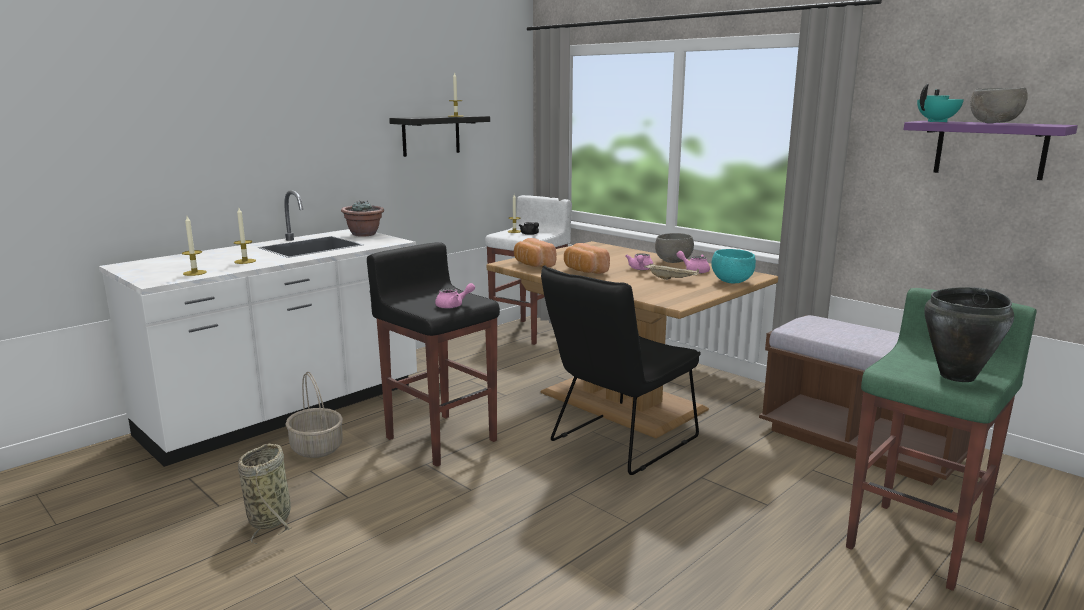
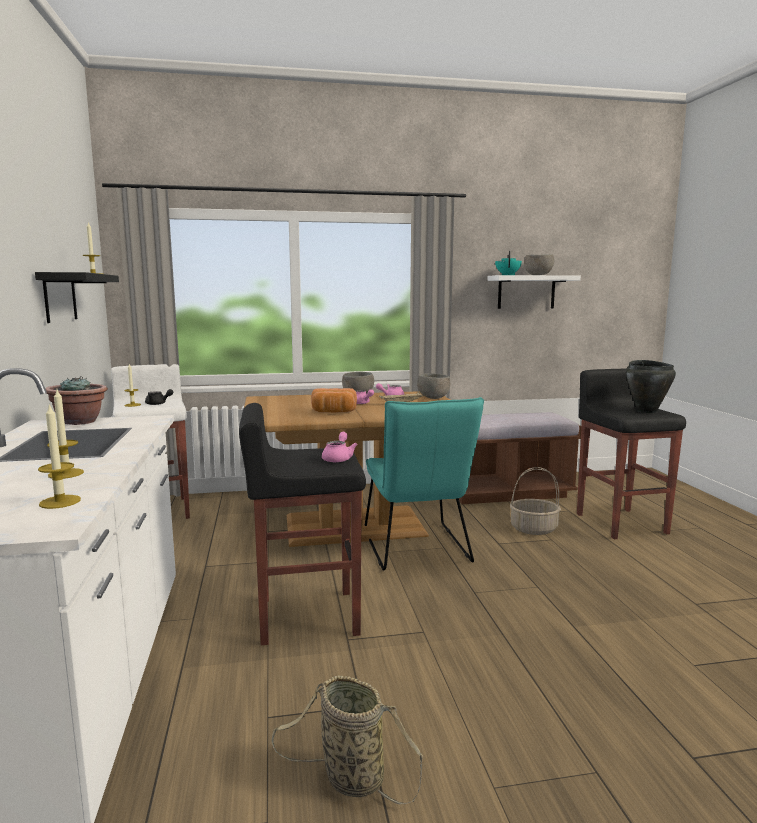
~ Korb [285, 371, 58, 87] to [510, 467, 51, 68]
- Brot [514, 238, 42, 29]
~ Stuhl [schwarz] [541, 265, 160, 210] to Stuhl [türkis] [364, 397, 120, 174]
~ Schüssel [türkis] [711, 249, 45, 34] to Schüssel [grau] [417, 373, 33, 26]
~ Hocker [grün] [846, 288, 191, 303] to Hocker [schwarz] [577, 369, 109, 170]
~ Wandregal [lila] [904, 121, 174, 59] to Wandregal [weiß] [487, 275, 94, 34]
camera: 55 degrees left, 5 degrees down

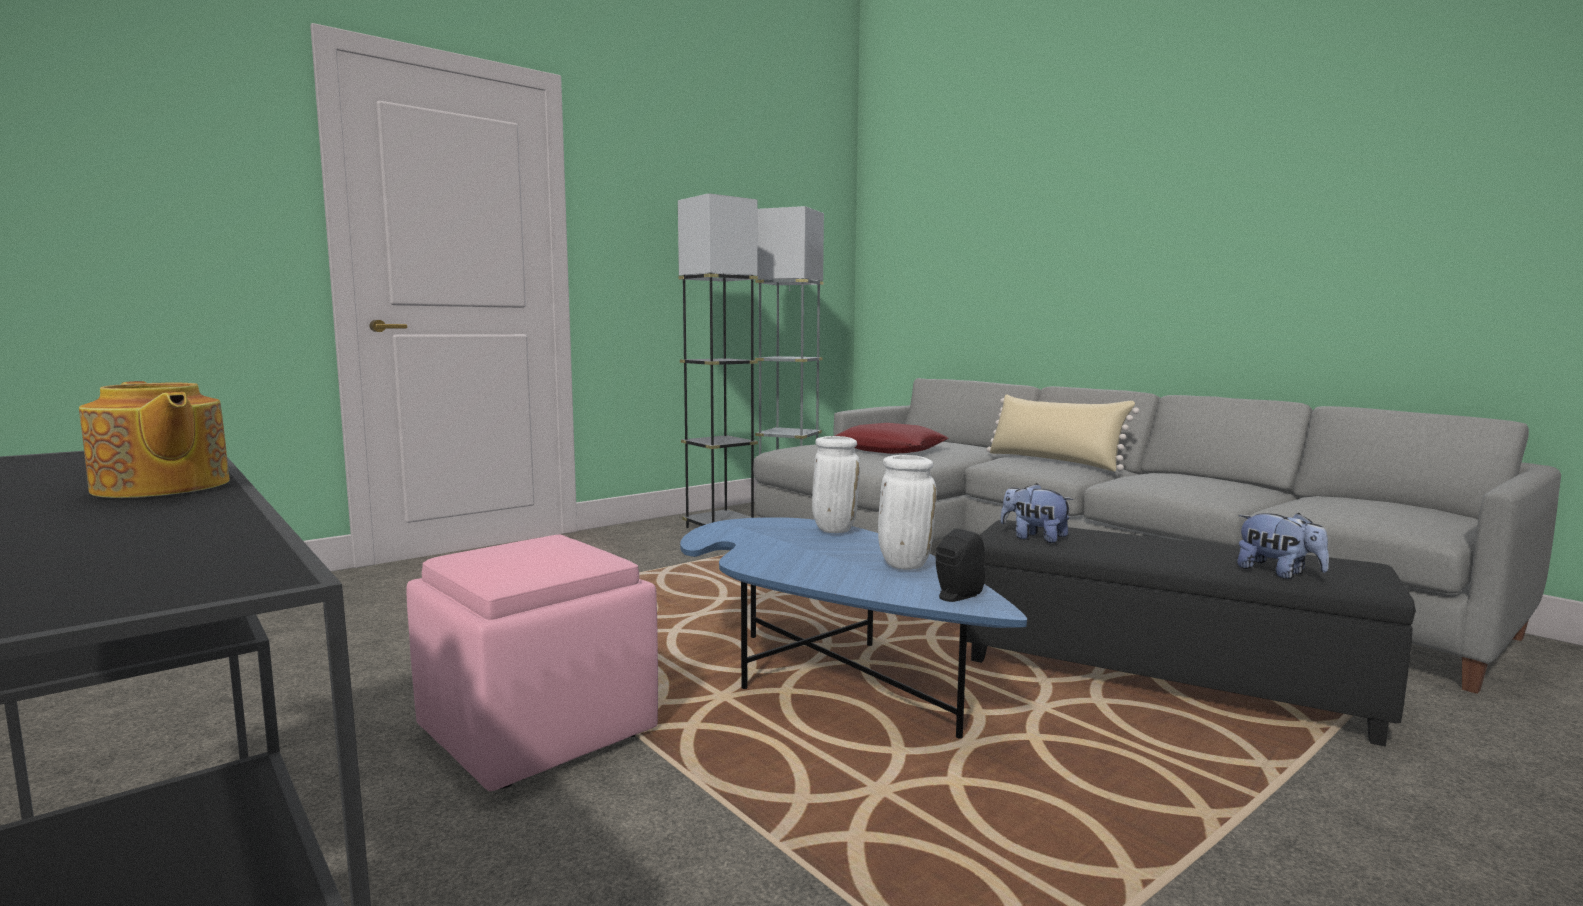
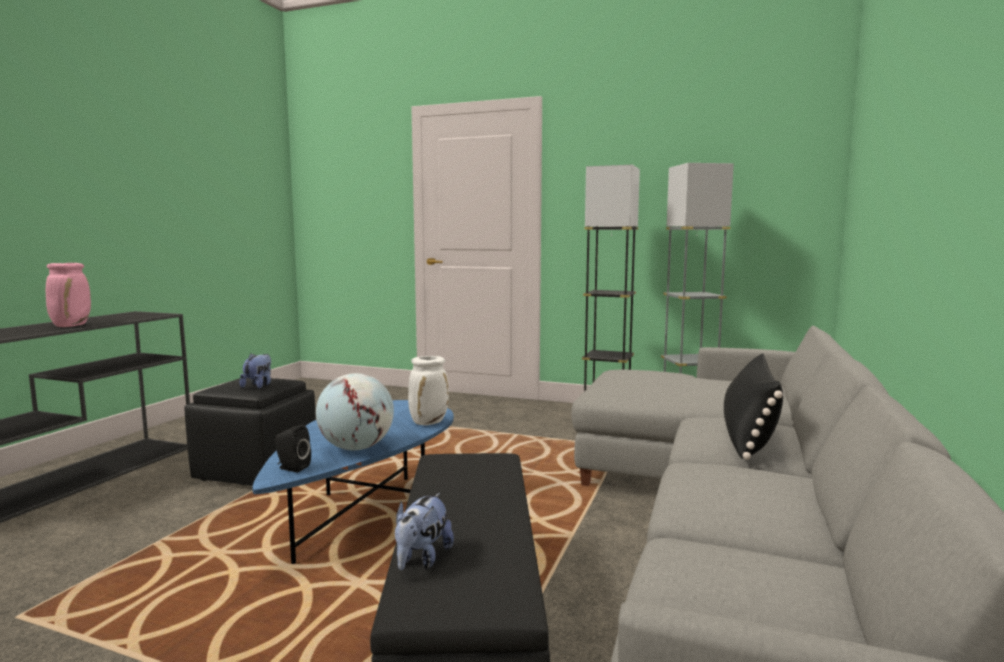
~ Teekanne [79, 381, 151, 117] to Vase [rosa] [46, 263, 45, 64]
~ Polsterhocker [rosa] [407, 535, 251, 256] to Polsterhocker [schwarz] [184, 378, 132, 108]
- Kissen [rot] [835, 423, 113, 31]
~ Vase [weiß] [878, 455, 59, 115] to Globus [316, 373, 78, 77]
~ Kissen [beige] [987, 394, 152, 77] to Kissen [schwarz] [724, 353, 59, 107]
~ Plüschtier [1001, 483, 72, 60] to [240, 354, 31, 34]
camera: 60 degrees right, 0 degrees up

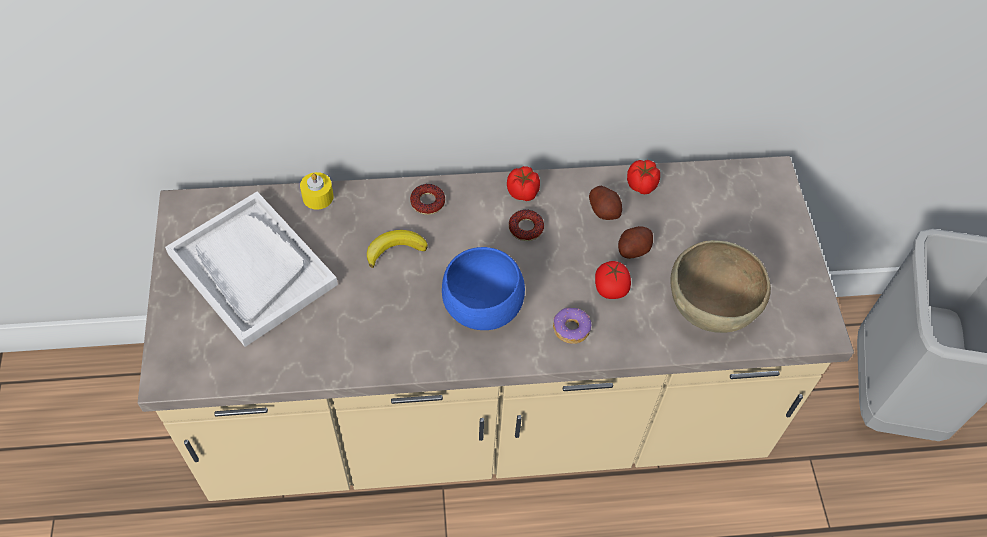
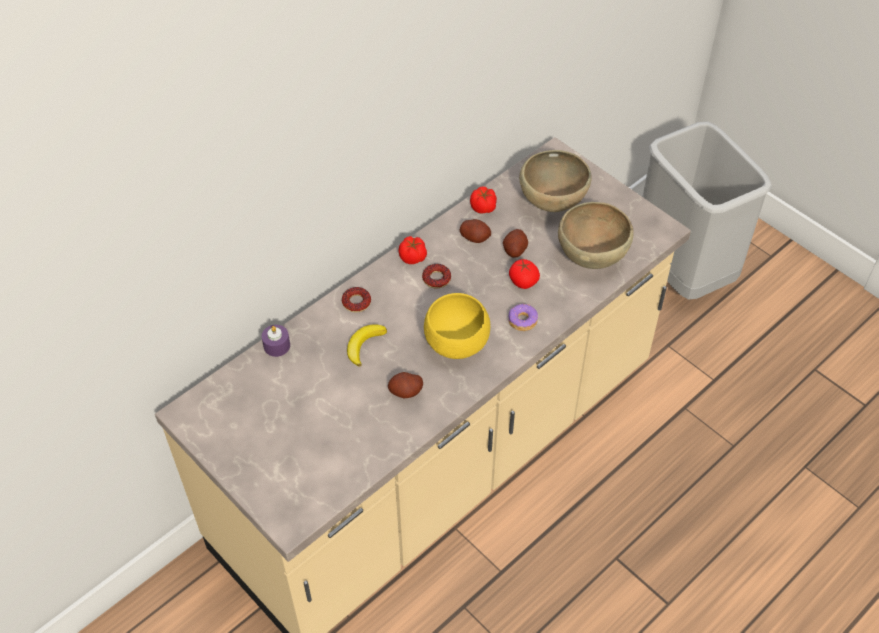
- Tablett [weiß] [165, 192, 173, 155]
~ Kerze [gelb] [300, 172, 34, 38] to Kerze [lila] [262, 325, 28, 32]
~ Schüssel [blau] [442, 247, 83, 83] to Schüssel [gelb] [424, 293, 66, 66]
+ Kartoffel [388, 372, 35, 26]
+ Schüssel [braun] [519, 150, 73, 62]
camera: 35 degrees left, 5 degrees down

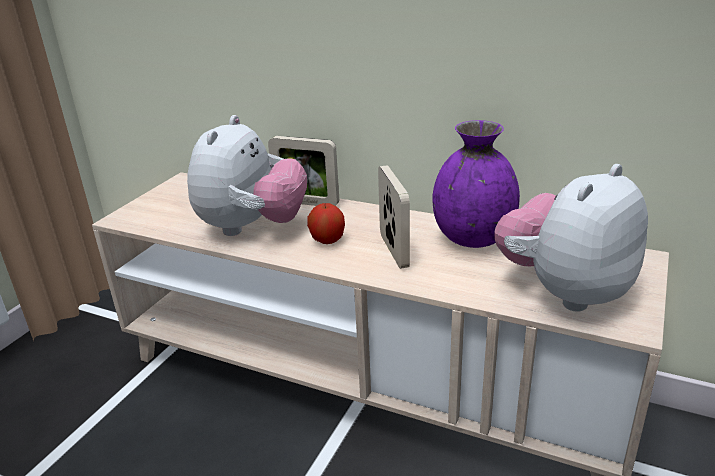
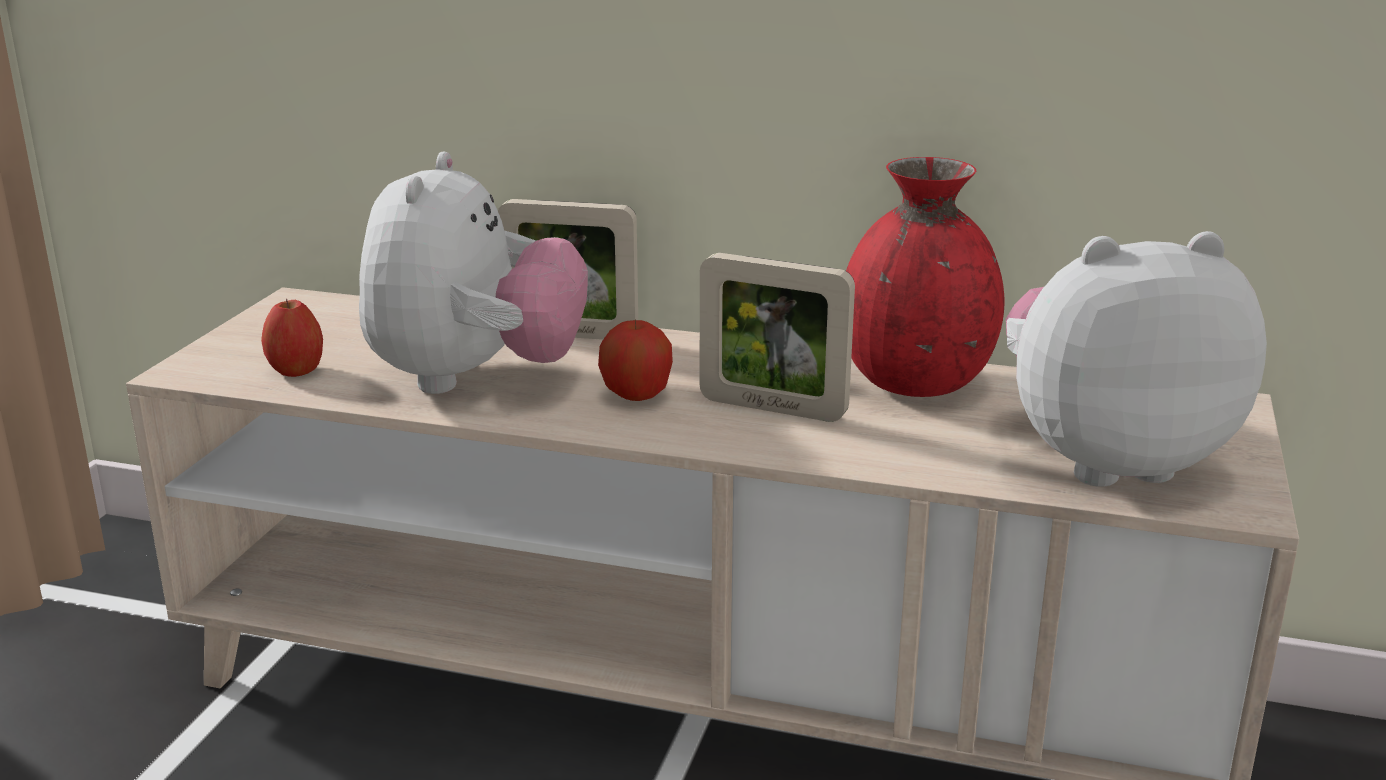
~ Bilderrahmen [378, 165, 32, 104] = [700, 253, 155, 169] 135 degrees clockwise
~ Vase [lila] [432, 120, 88, 128] to Vase [rot] [846, 157, 159, 240]
~ Plüschtier [494, 164, 154, 148] = [1006, 231, 261, 256] 45 degrees clockwise
+ Apfel [261, 299, 62, 78]
camera: 10 degrees left, 5 degrees down

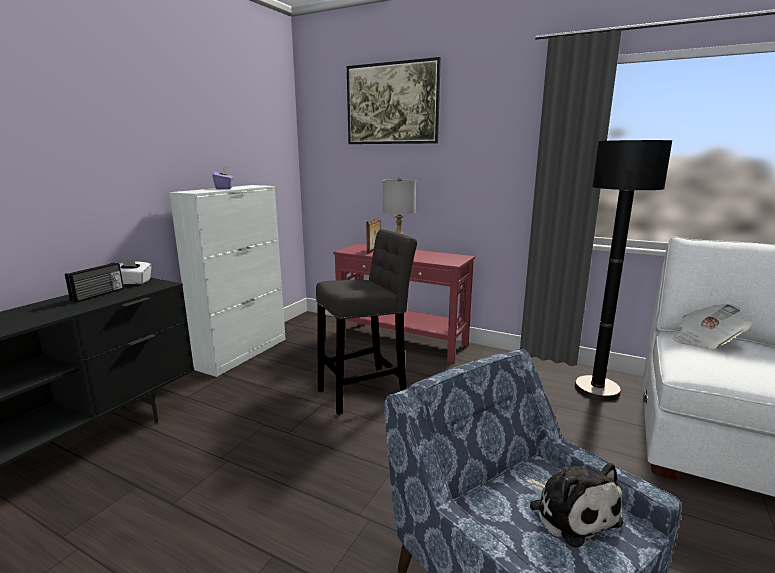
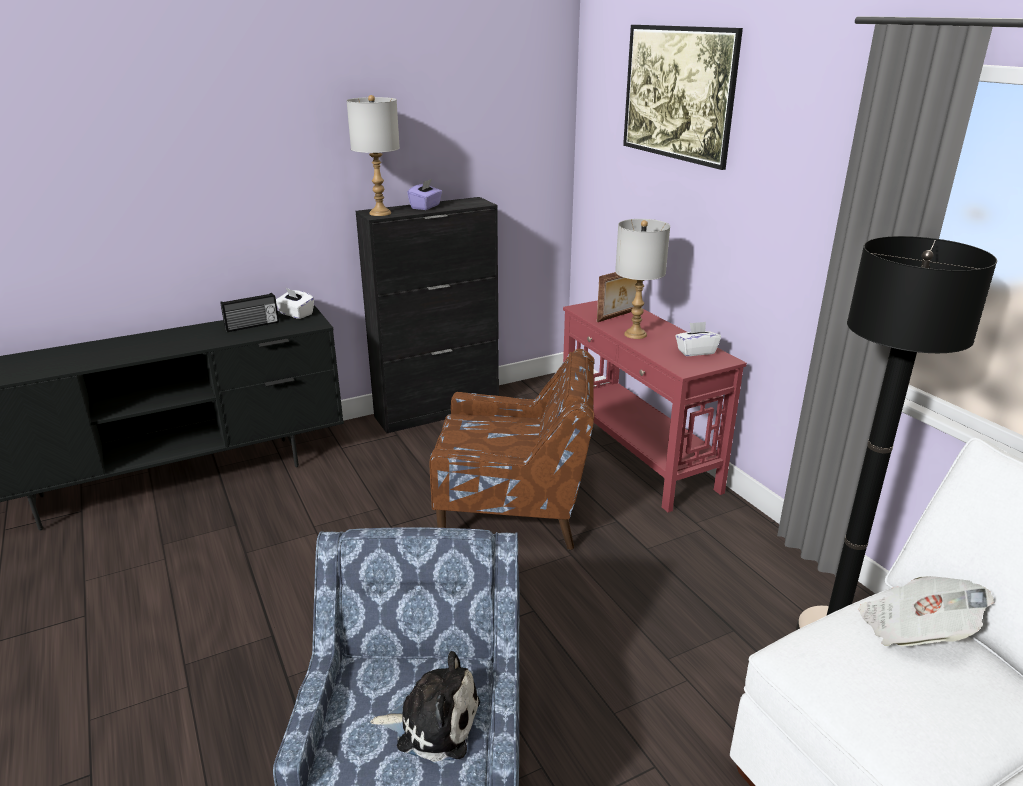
~ Schrank [weiß] [169, 185, 117, 192] to Schrank [schwarz] [356, 197, 143, 236]
~ Hocker [grau] [316, 229, 101, 186] to Sessel [braun] [430, 349, 164, 201]
~ Plüschtier [525, 463, 98, 85] = [370, 651, 110, 111] 90 degrees counterclockwise
+ Tischlampe [grau] [346, 95, 54, 121]
+ Taschentuchbox [weiß] [675, 322, 46, 34]
camera: 35 degrees right, 10 degrees up

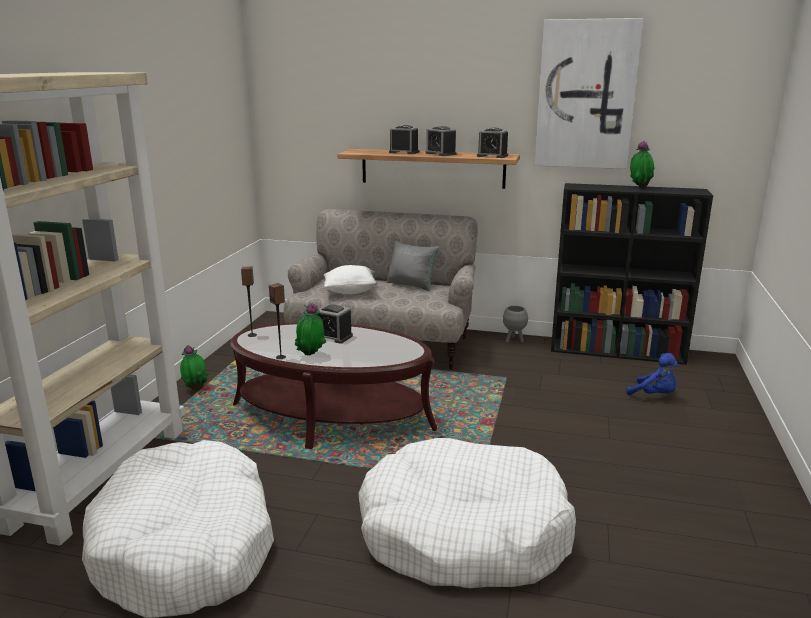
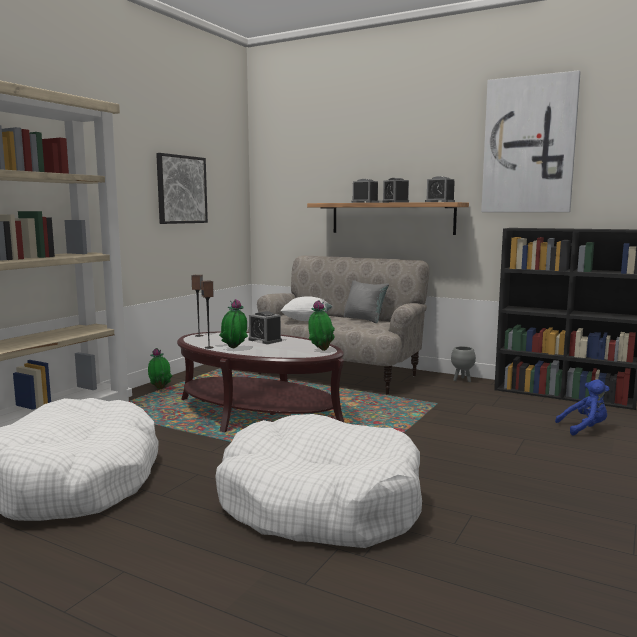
~ Plüschtier [blau] [626, 353, 52, 42] = [555, 379, 55, 56] 60 degrees counterclockwise
~ Topfpflanze [630, 141, 25, 47] to [308, 300, 27, 51]
+ Bild [156, 153, 52, 71]
camera: 15 degrees right, 10 degrees down

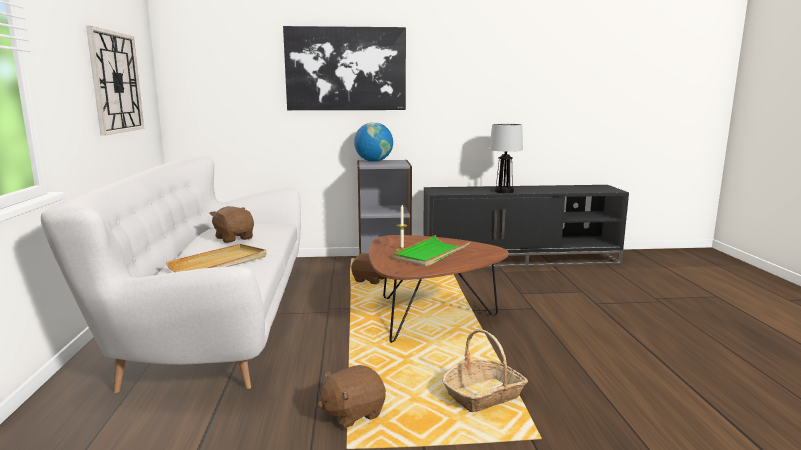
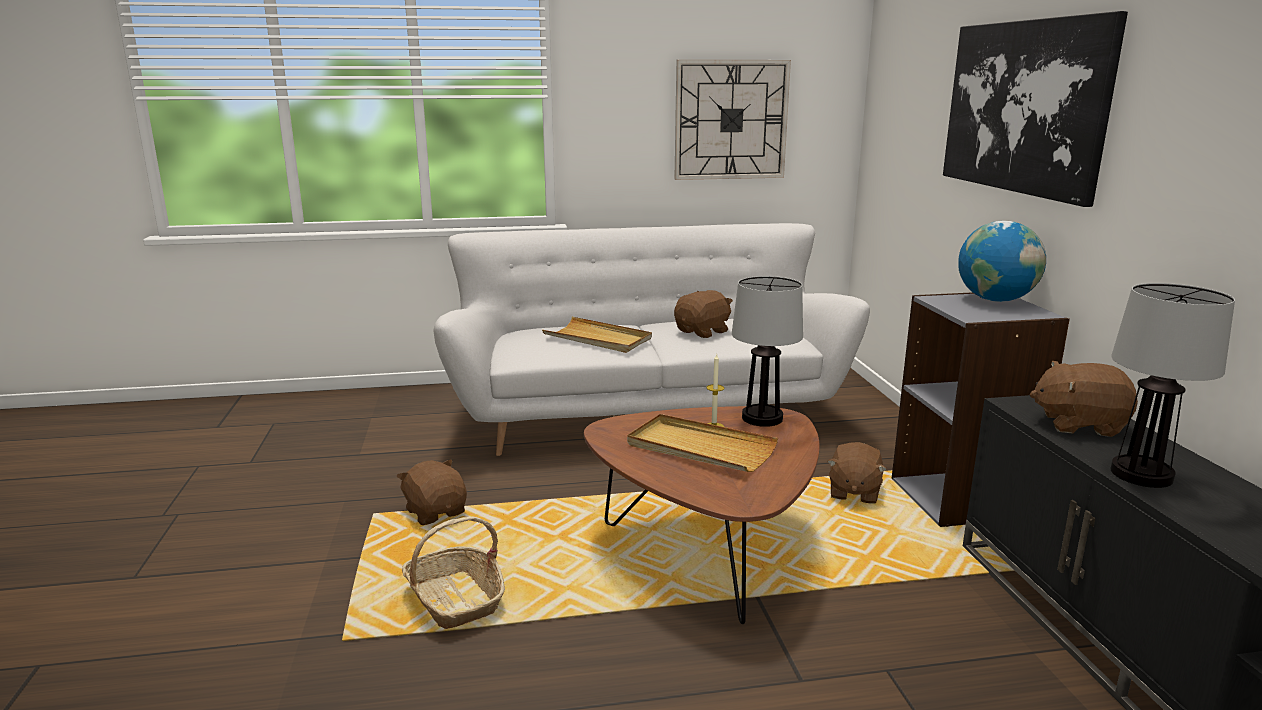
~ Tablett [grün] [393, 235, 78, 32] to Tablett [beige] [627, 414, 151, 58]
+ Tischlampe [732, 276, 71, 151]
+ Plüschtier [braun] [1030, 361, 108, 76]
camera: 85 degrees right, 5 degrees up

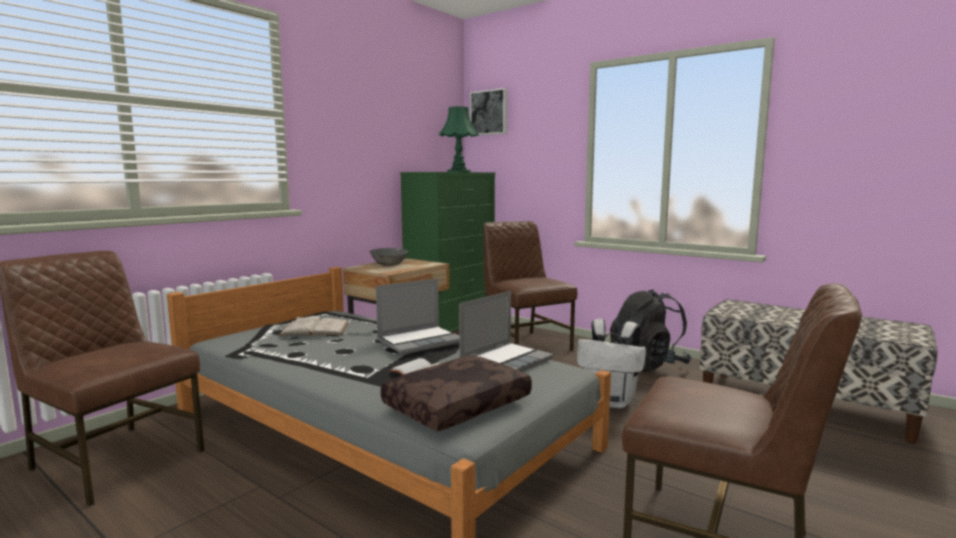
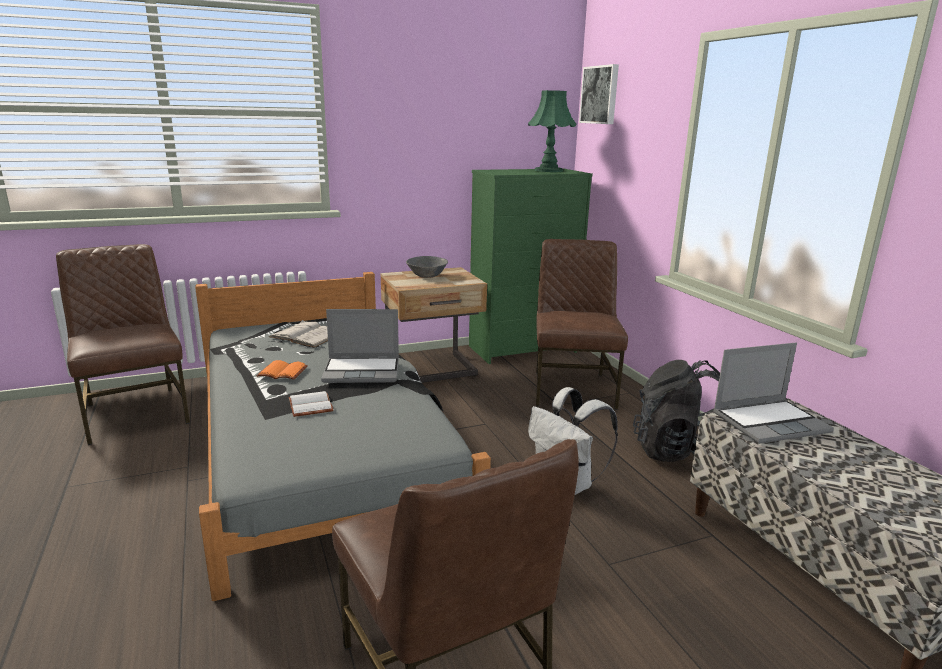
- Kissen [braun] [381, 356, 151, 75]
~ Laptop [459, 291, 95, 81] to [713, 342, 121, 102]
+ Buch [orange] [256, 360, 52, 20]
camera: 30 degrees right, 10 degrees up

